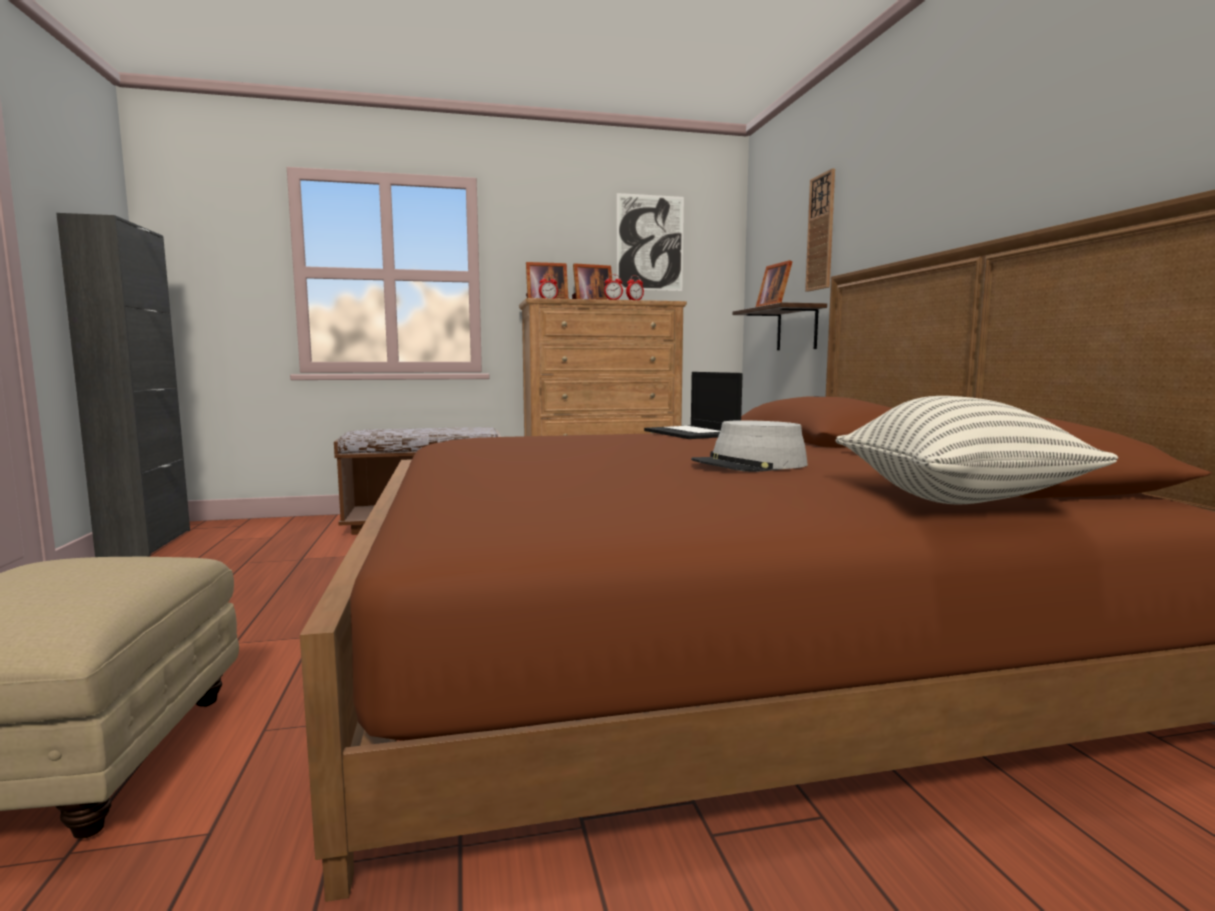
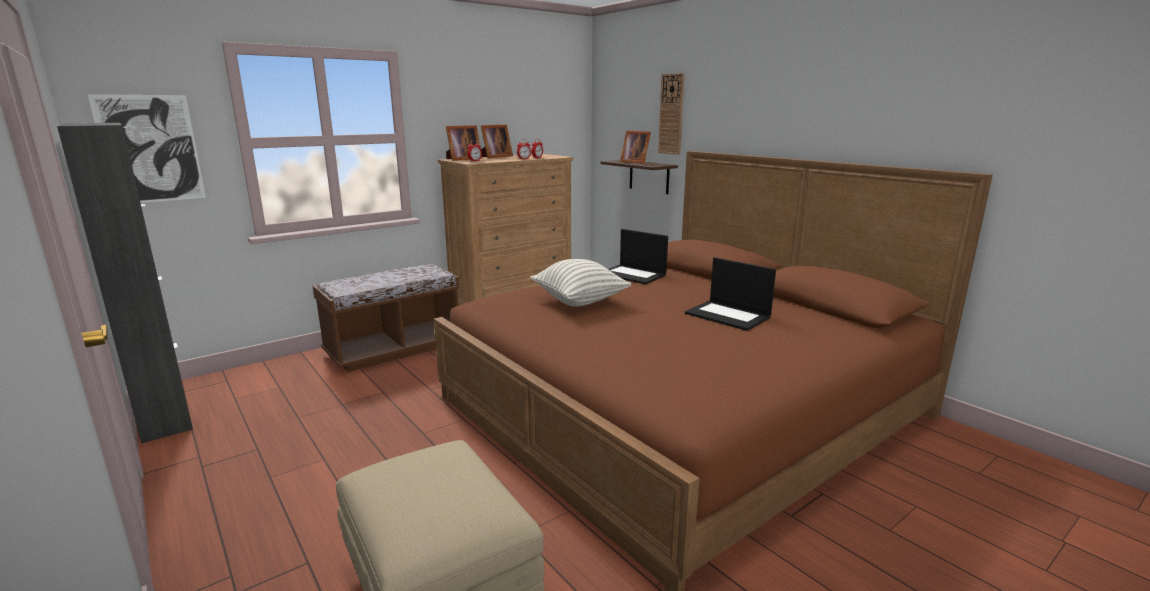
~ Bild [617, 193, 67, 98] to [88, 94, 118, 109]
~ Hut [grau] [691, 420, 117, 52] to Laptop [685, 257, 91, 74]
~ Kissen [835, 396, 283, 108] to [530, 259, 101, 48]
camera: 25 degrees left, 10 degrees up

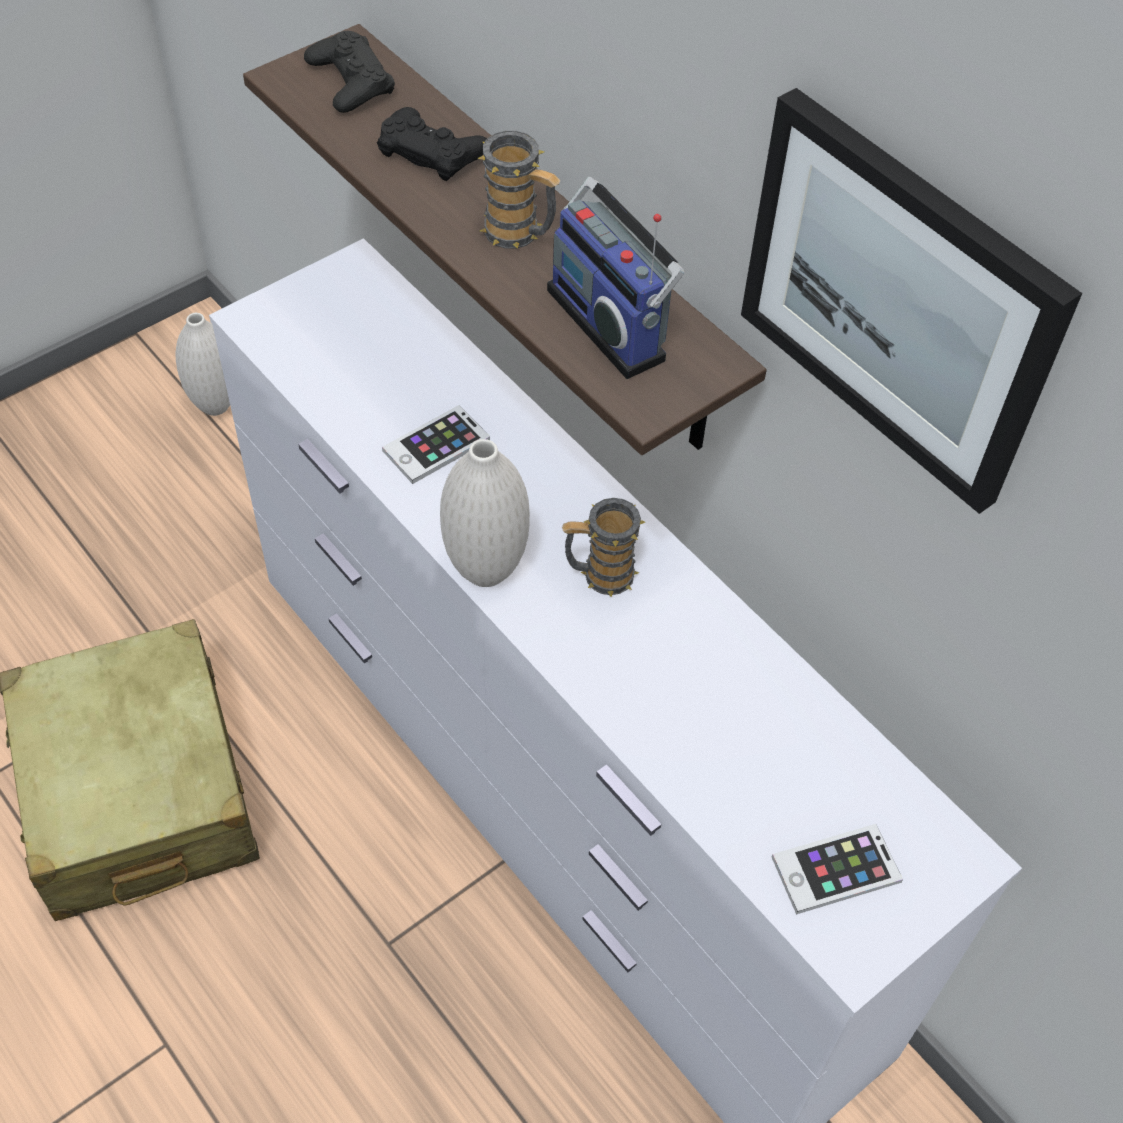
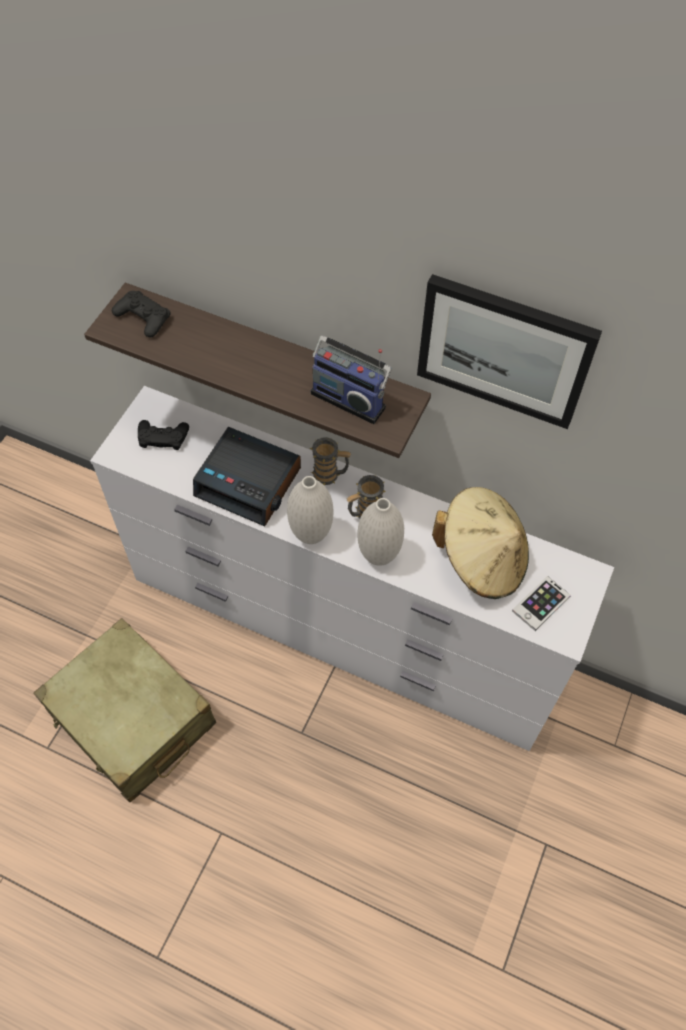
~ Vase [weiß] [176, 313, 54, 103] to [357, 498, 47, 68]
~ Gamepad [schwarz] [377, 107, 110, 74] to [138, 420, 51, 30]
~ Handy [382, 405, 108, 79] to Wecker [193, 427, 108, 99]
~ Henkelbecher [477, 131, 84, 118] to [310, 437, 41, 48]
+ Hut [beige] [432, 487, 97, 112]
camera: 25 degrees left, 5 degrees up

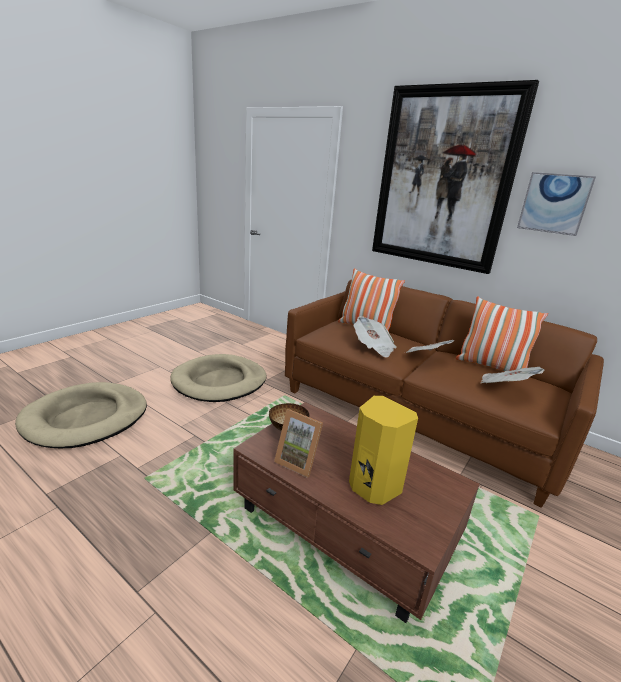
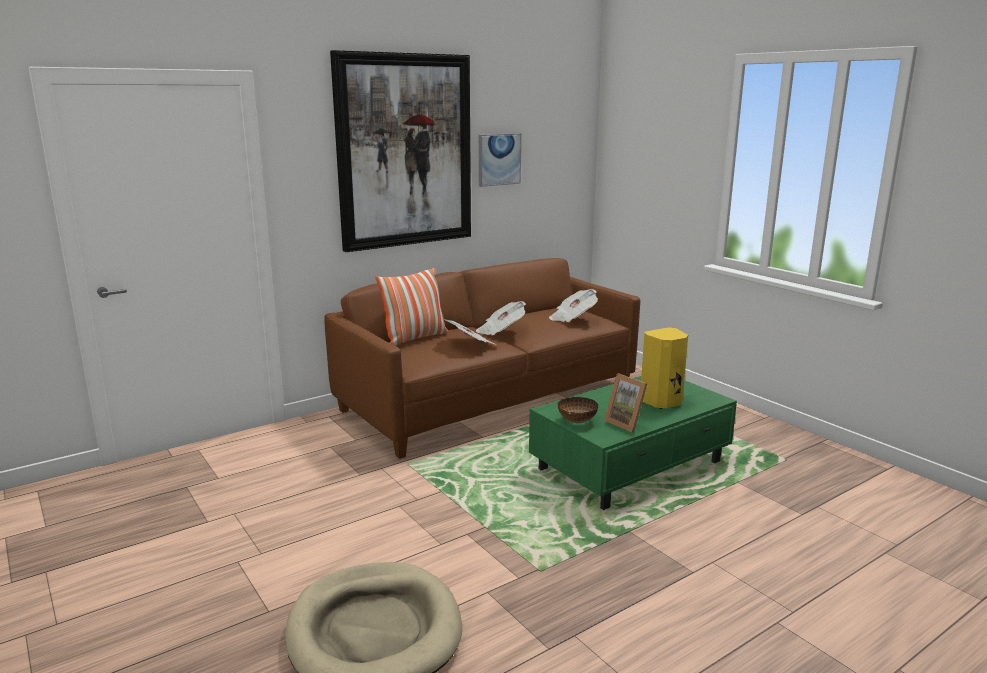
- Hundebett [beige] [171, 354, 96, 48]
~ Couchtisch [braun] [233, 402, 247, 221] to Couchtisch [grün] [529, 376, 208, 134]
~ Bilderrahmen [274, 409, 49, 69] = [604, 373, 43, 59] 90 degrees clockwise
- Kissen [455, 296, 93, 76]
camera: 70 degrees left, 5 degrees down

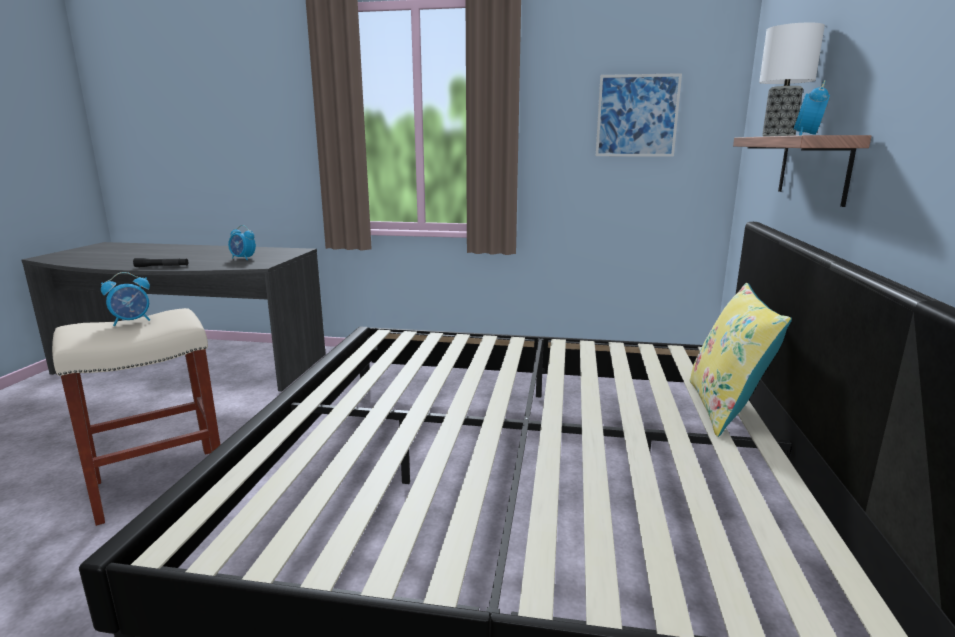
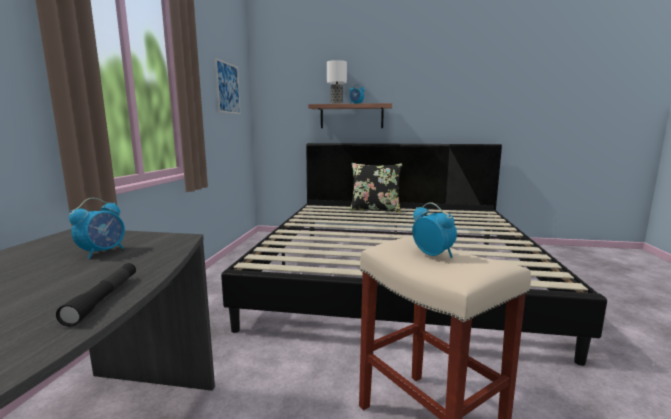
~ Kissen [gelb] [689, 283, 103, 154] to Kissen [schwarz] [349, 163, 54, 49]
camera: 90 degrees left, 5 degrees down

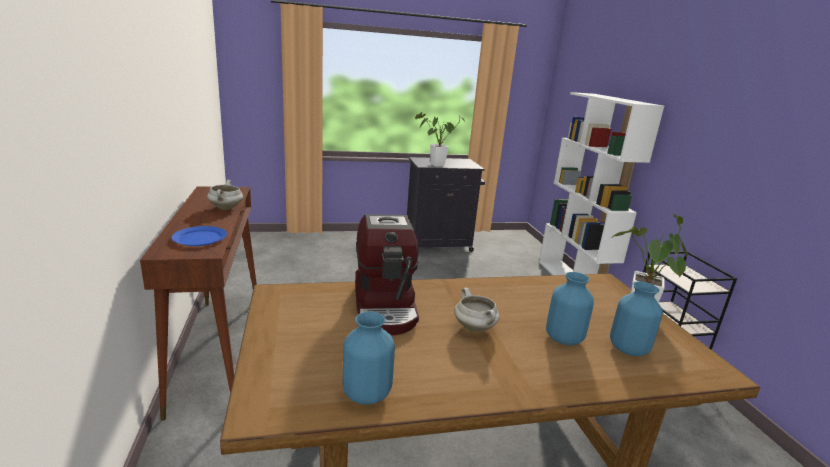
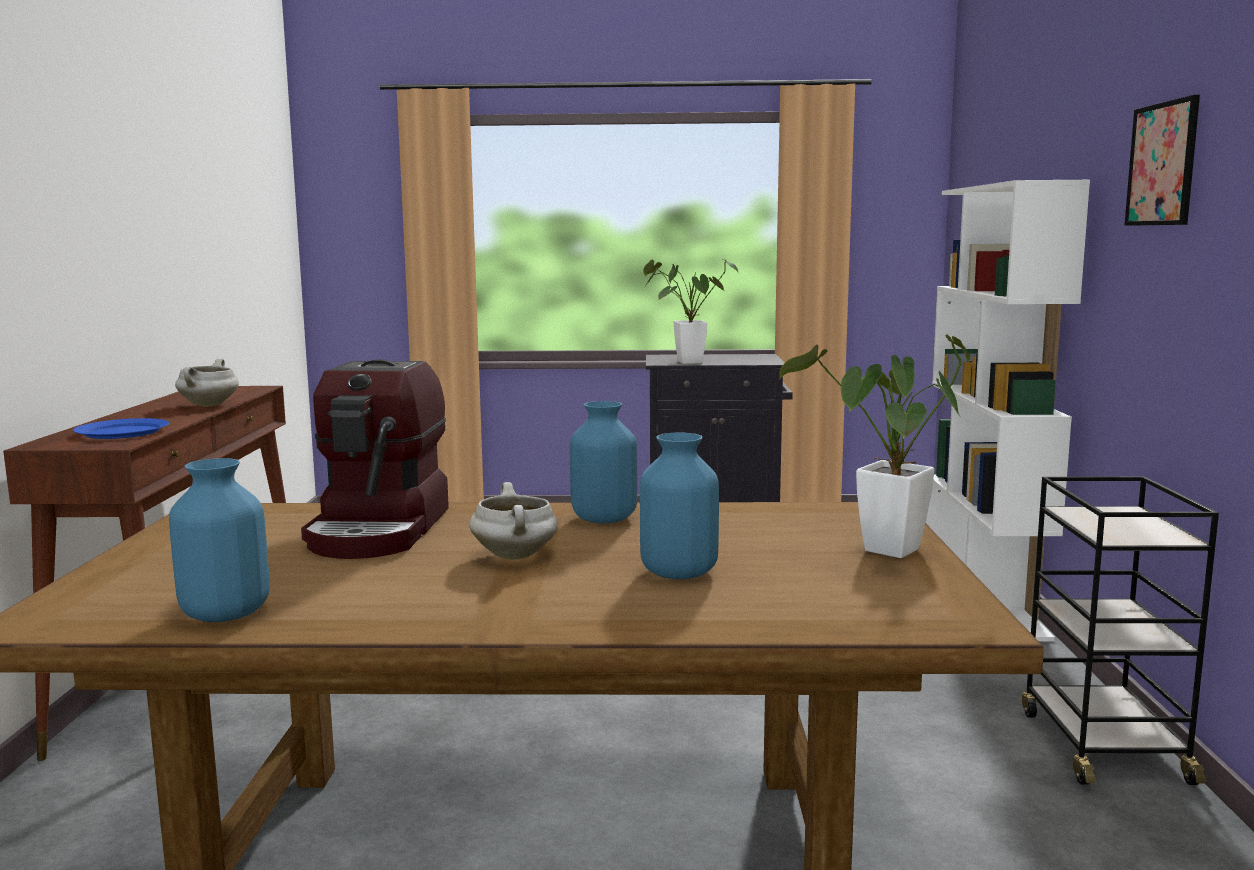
~ Vase [blau] [610, 281, 53, 75] to [570, 401, 67, 122]
+ Bild [1124, 95, 76, 131]
camera: 15 degrees right, 10 degrees down

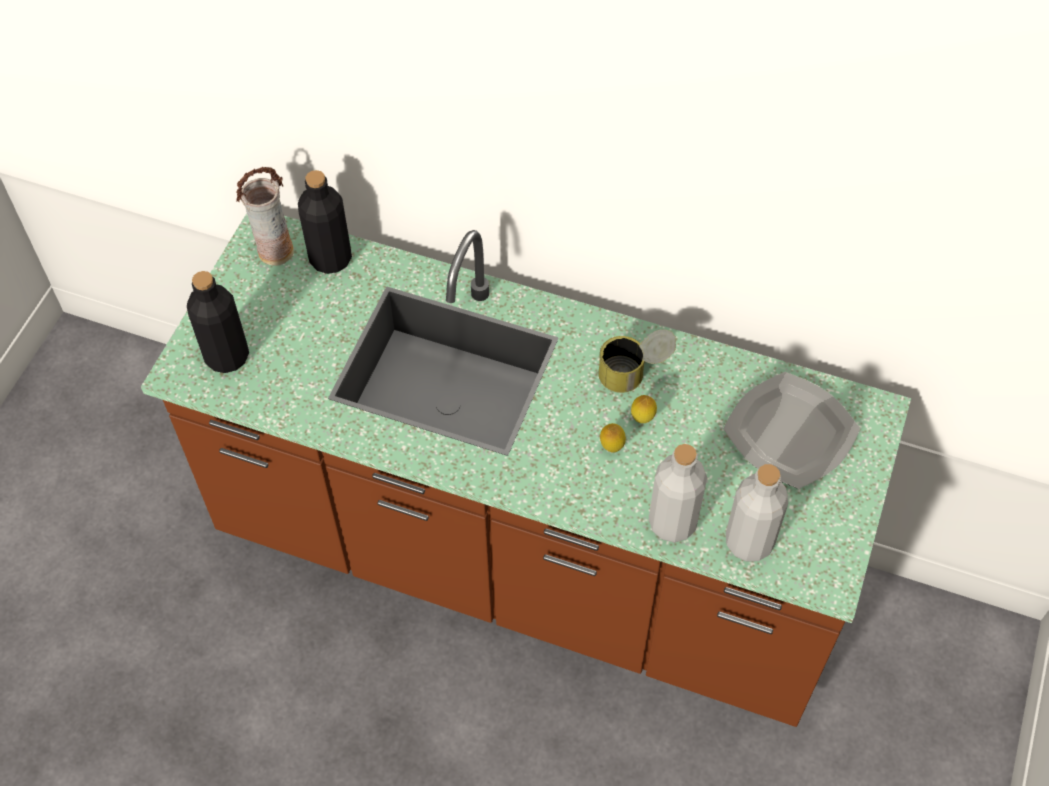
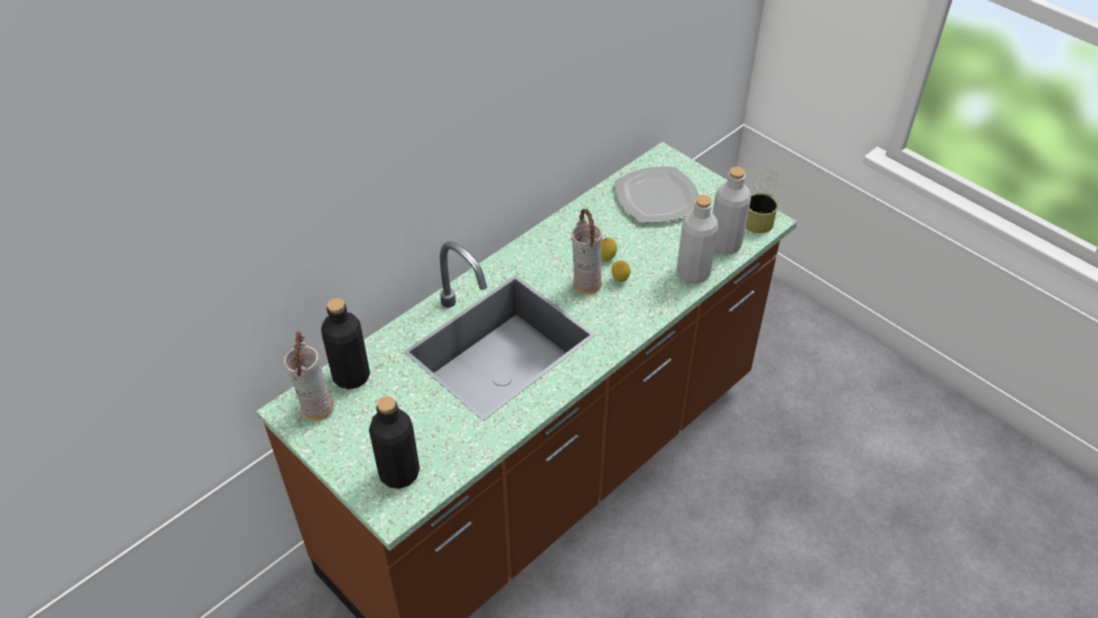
~ Dose [598, 329, 78, 64] to [746, 170, 37, 63]
+ Vase [571, 209, 31, 86]
camera: 65 degrees left, 10 degrees down

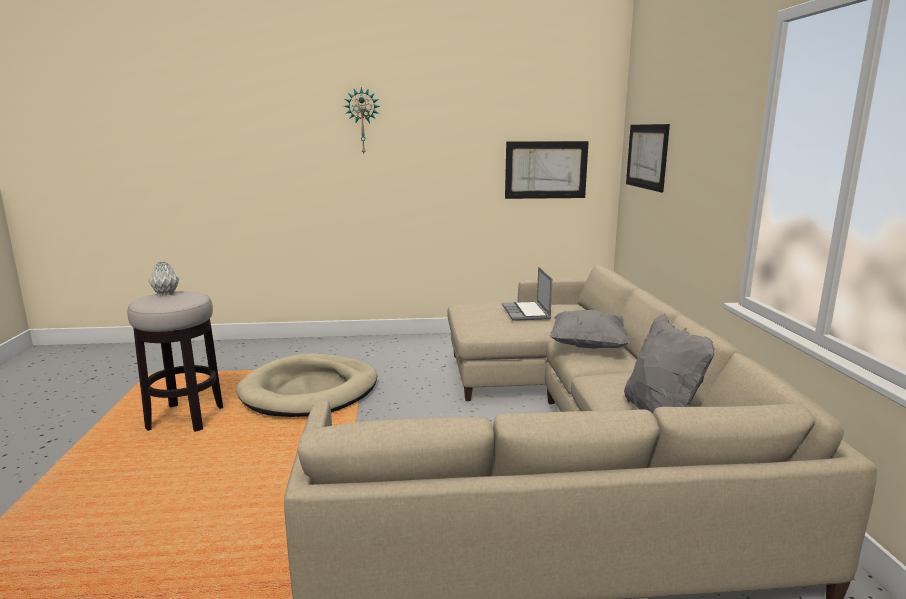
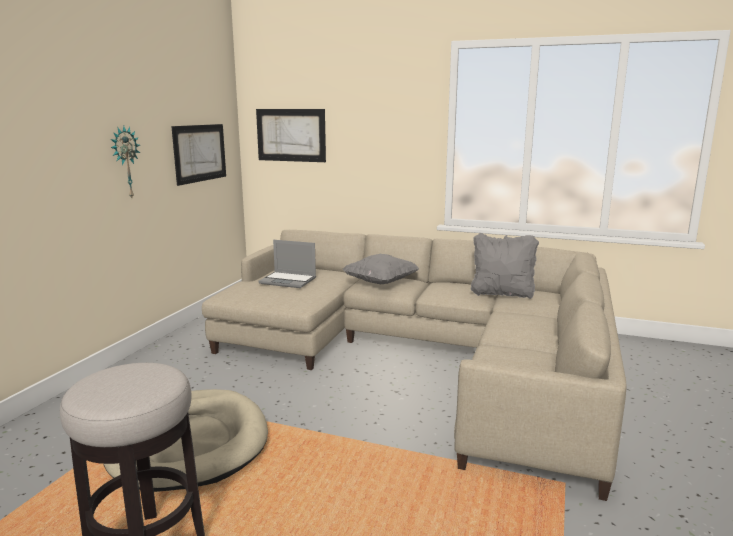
- Vase [grau] [148, 262, 31, 34]
~ Wanduhr [344, 87, 36, 67] to [111, 126, 29, 72]
camera: 65 degrees left, 0 degrees up

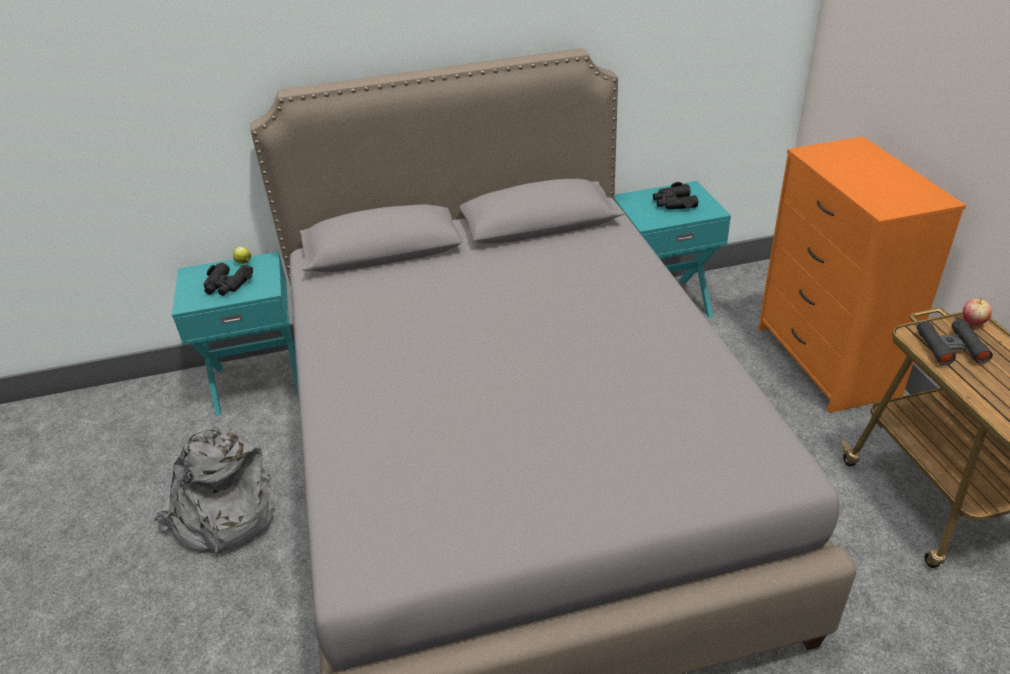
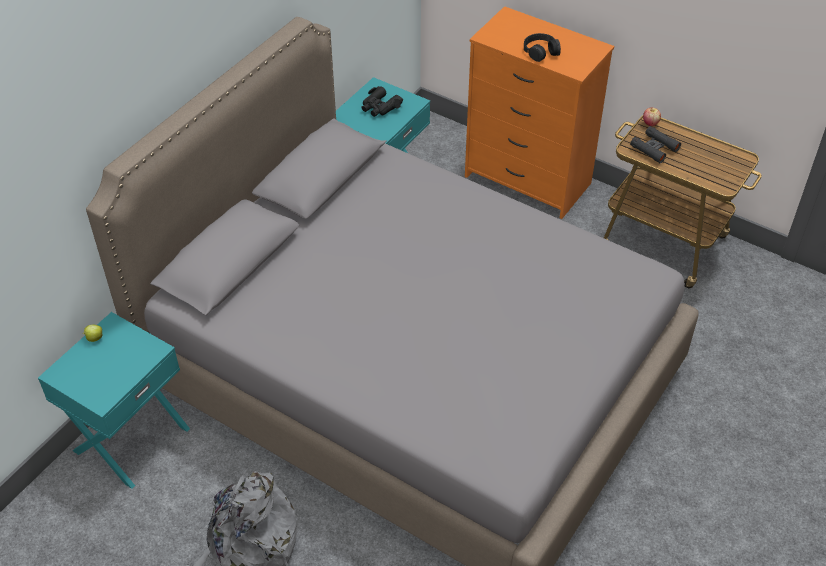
- Fernglas [schwarz] [204, 263, 49, 33]
+ Kopfhörer [schwarz] [524, 33, 37, 29]
camera: 45 degrees left, 10 degrees up

